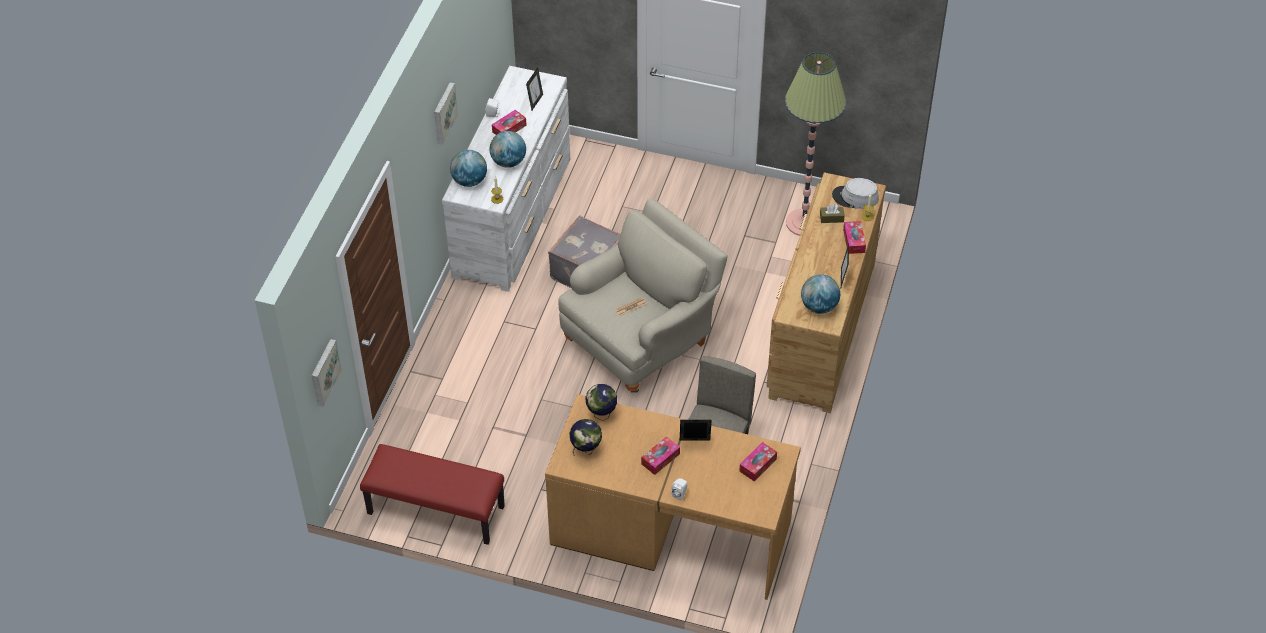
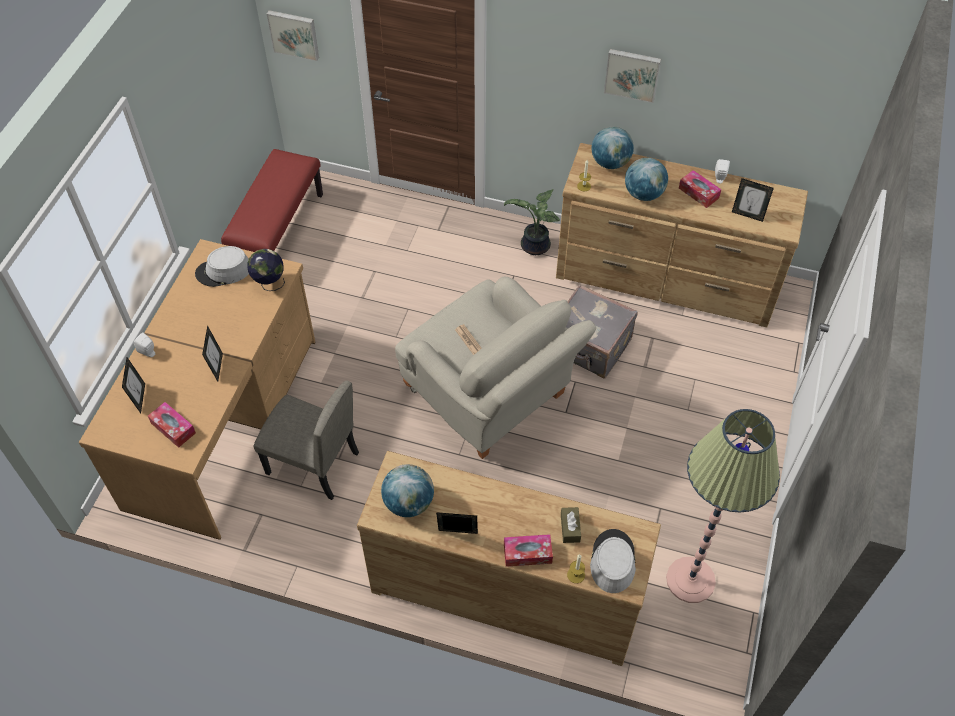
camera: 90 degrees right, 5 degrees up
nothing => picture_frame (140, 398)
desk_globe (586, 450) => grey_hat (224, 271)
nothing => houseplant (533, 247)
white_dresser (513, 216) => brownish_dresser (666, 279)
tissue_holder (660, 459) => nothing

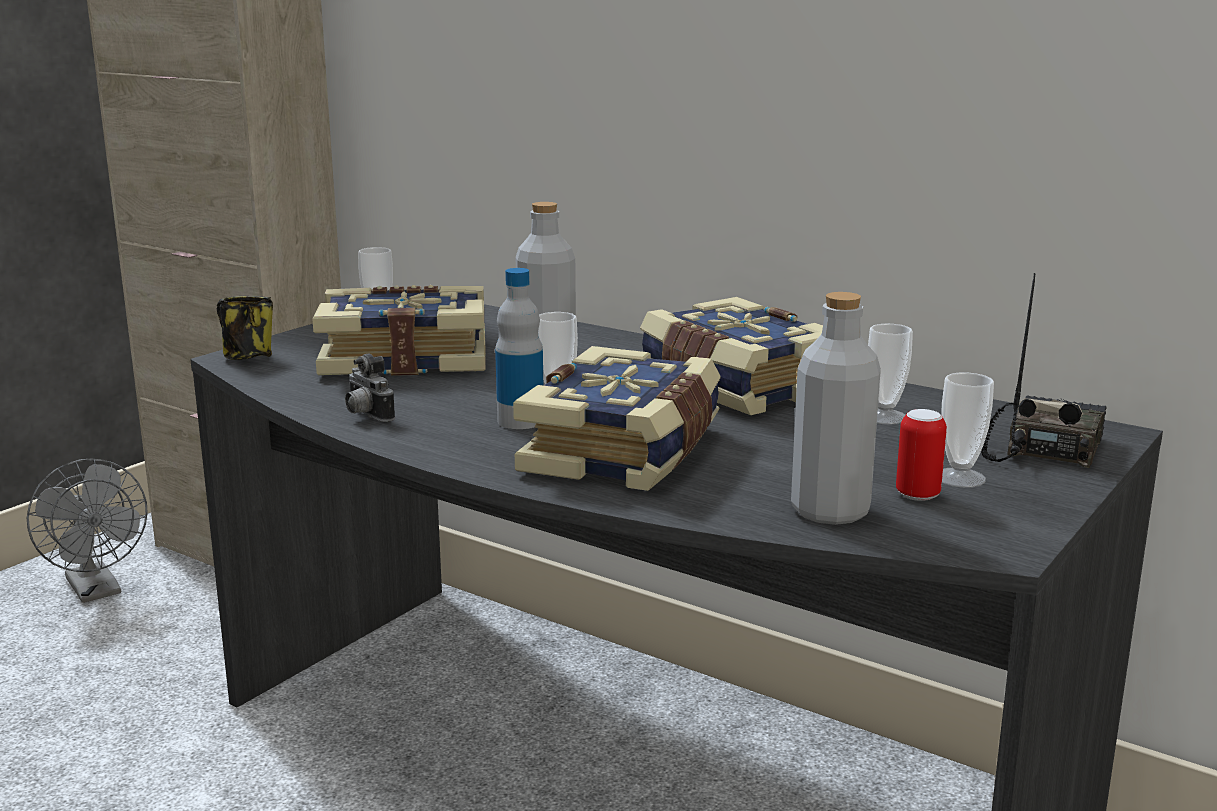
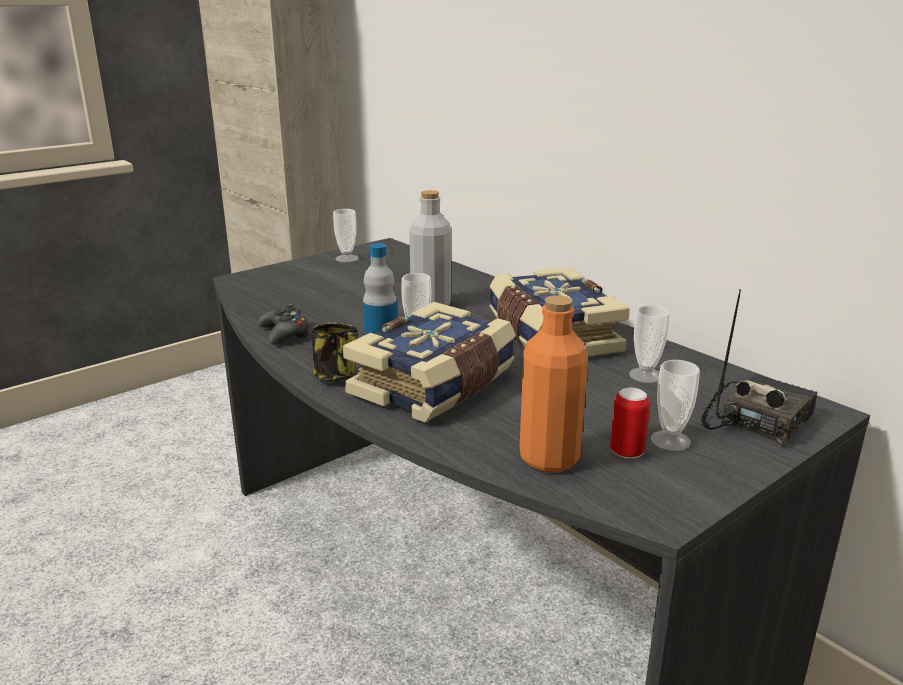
camera: 15 degrees right, 5 degrees up
photo_camera (366, 416) => black_game_controller (285, 334)
tea_mug (245, 358) => tea_mug (333, 376), move
grey_bottle (830, 511) => orange-coloured_bottle (549, 458)
grey_cooling_fan (97, 591) => nothing
volume (405, 358) => nothing

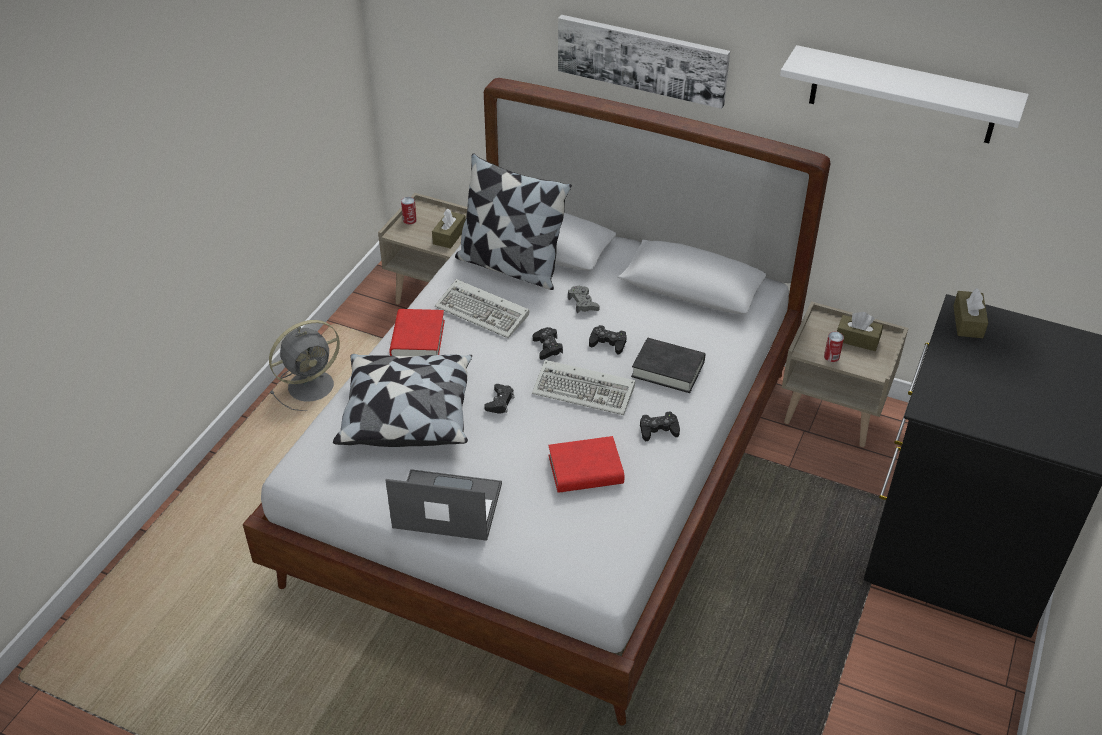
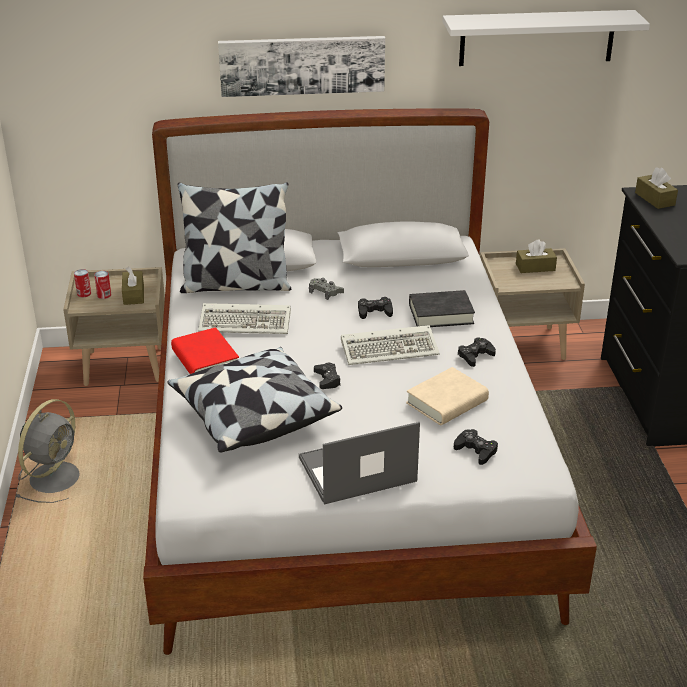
camera: 30 degrees left, 10 degrees down
can (831, 356) => can (104, 295), move
red_volume (585, 470) => sand-coloured_volume (447, 402)
black_game_controller (547, 347) => black_game_controller (476, 451), move

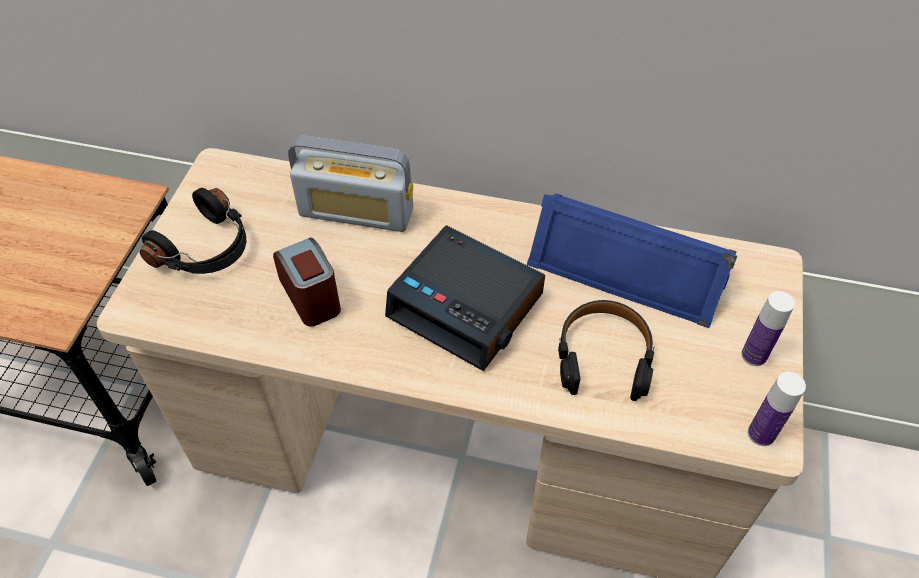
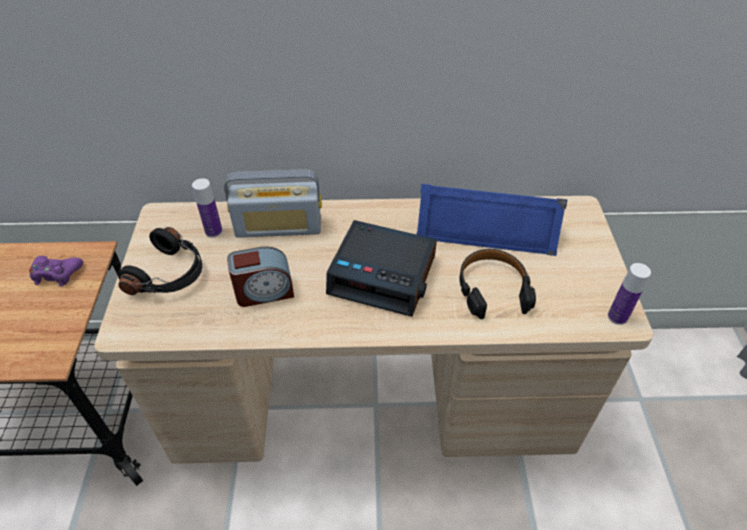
camera: 15 degrees left, 5 degrees down
nothing => purple-coloured_game_controller (56, 274)
bottle (754, 355) => bottle (213, 231), move
bedside_clock (311, 296) => bedside_clock (264, 291), 120 degrees clockwise

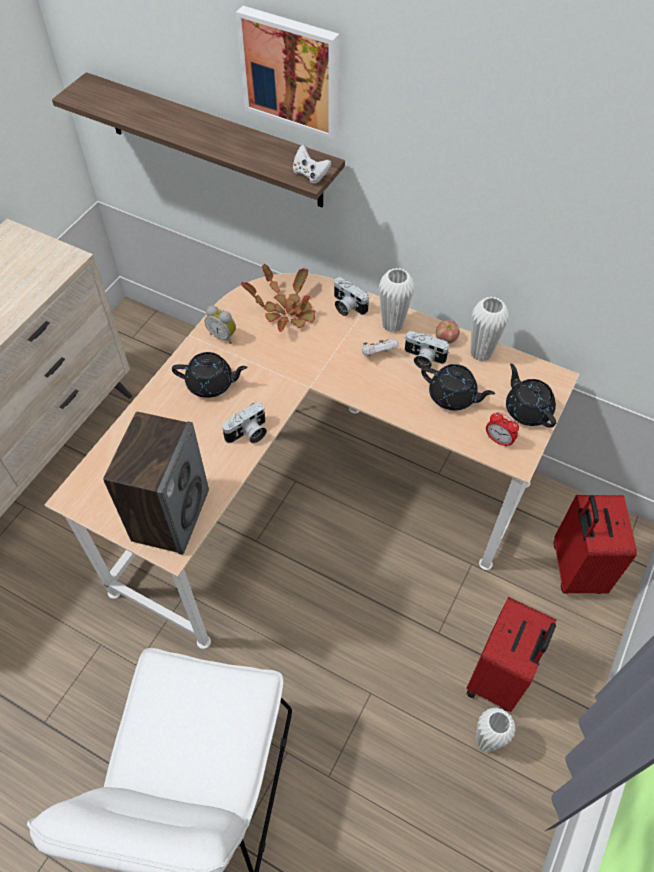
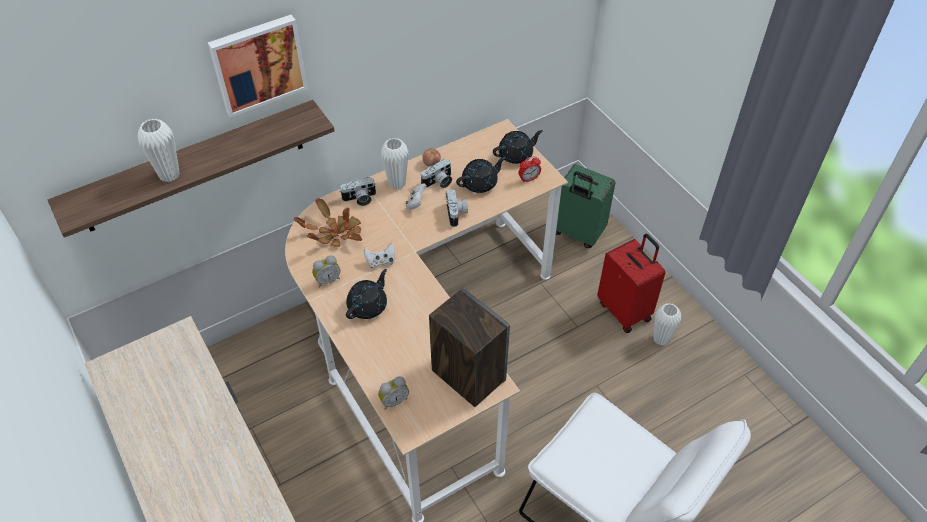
camera: 60 degrees left, 5 degrees down
white_vase (480, 353) => white_vase (169, 175), move
white_game_controller (310, 175) => white_game_controller (381, 261), move
nothing => bedside_clock (393, 400)
photo_camera (248, 434) => photo_camera (457, 213), move
black_tea_pot (527, 409) => black_tea_pot (516, 155), 150 degrees clockwise
red_suitcase (574, 569) => green-coloured_suitcase (578, 233)

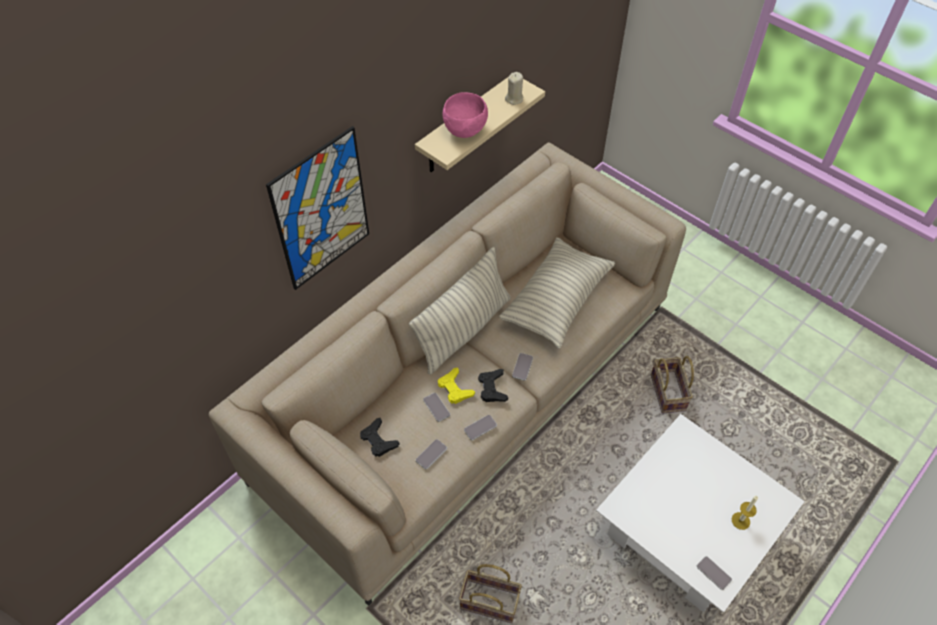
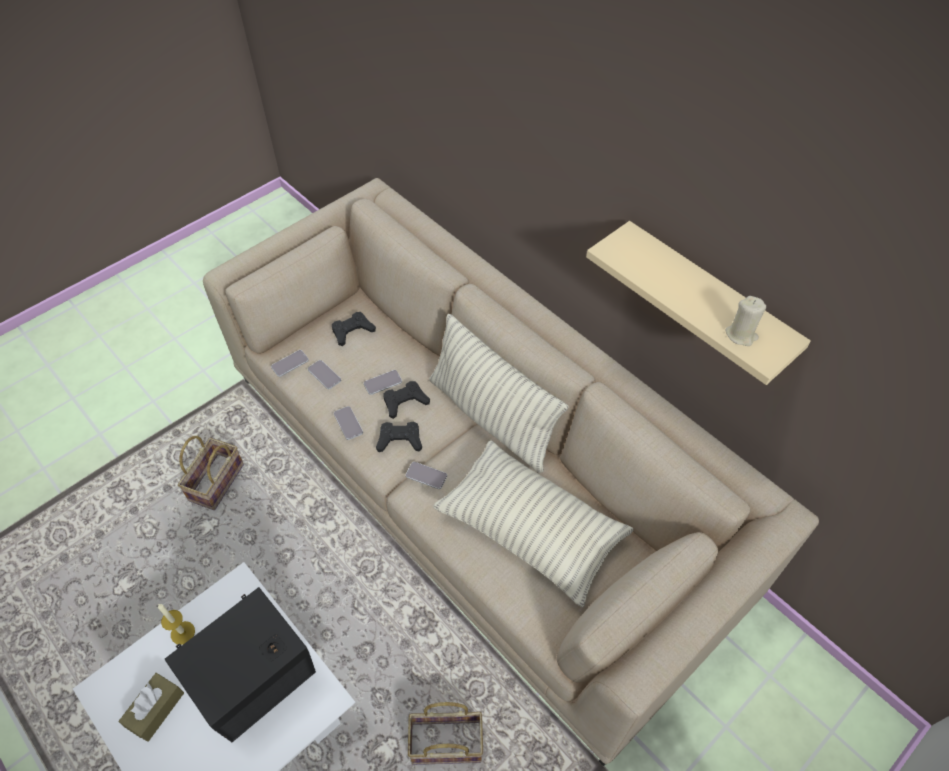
camera: 95 degrees right, 0 degrees up
nothing => brownish_tissue_holder (155, 710)
candle (740, 520) => candle (182, 633), move
nothing => black_speaker (263, 686)
phone (713, 573) => phone (290, 363), move
yellow-coloured_game_controller (455, 389) => black_game_controller (405, 401)
picture (321, 210) => nothing
pinkish_serving_bowl (465, 130) => nothing

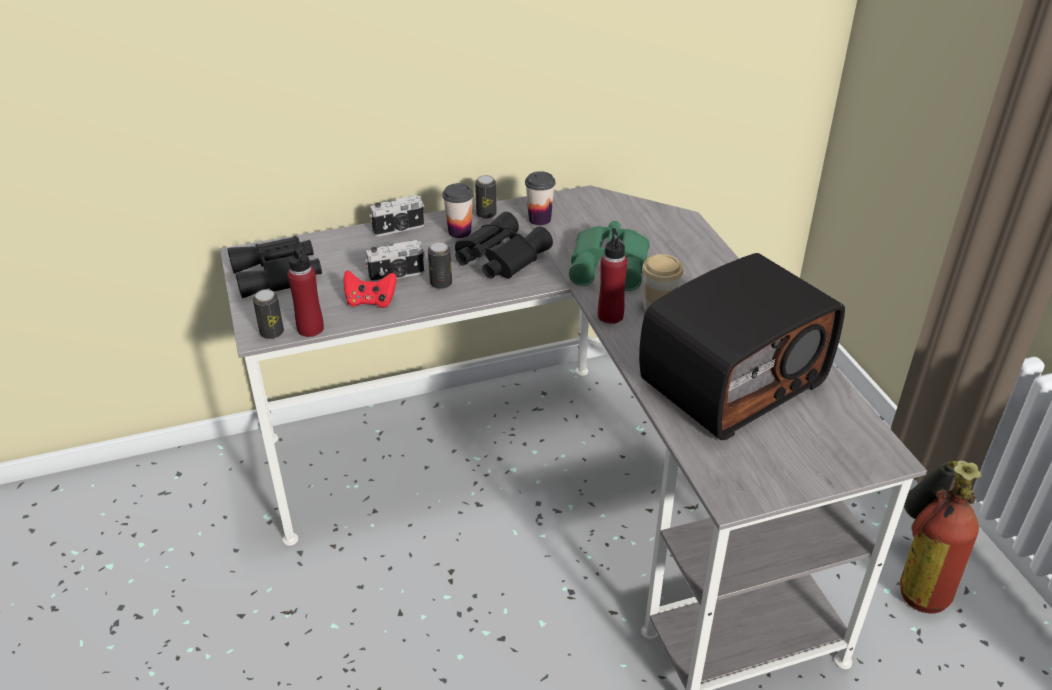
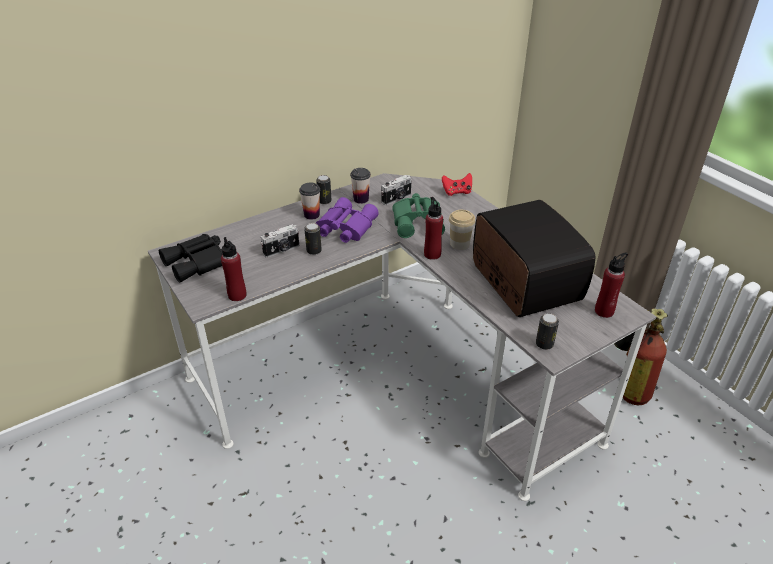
camera: 15 degrees left, 0 degrees up
black_binoculars (498, 257) => purple-coloured_binoculars (344, 227)
photo_camera (399, 229) => photo_camera (397, 199), move
red_game_controller (370, 301) => red_game_controller (457, 192), move
radio_receiver (731, 380) => radio_receiver (523, 282), 60 degrees counterclockwise
can (272, 333) => can (544, 344), move
nothing => red_bottle (604, 311)

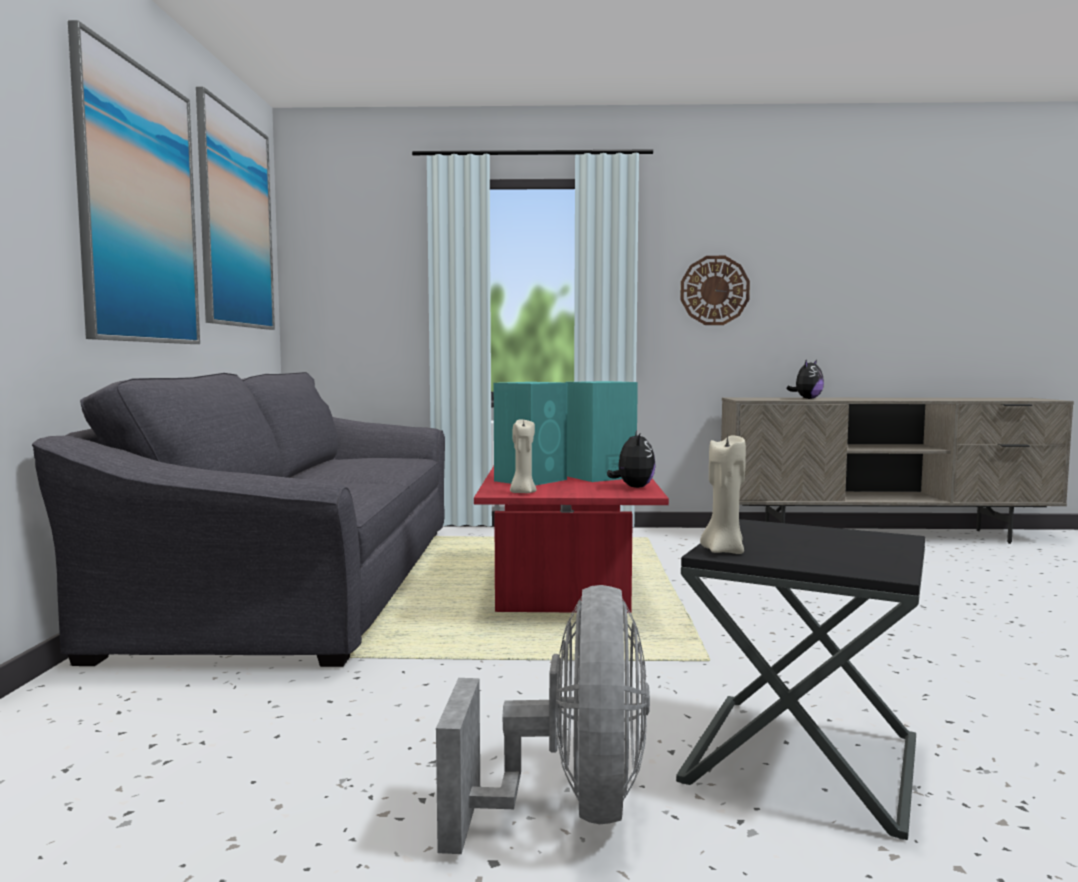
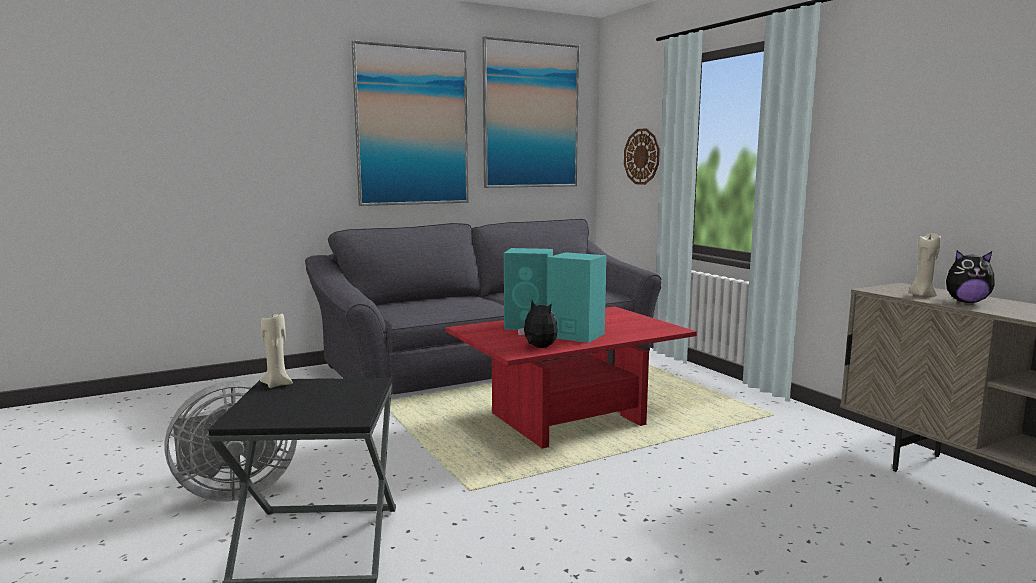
camera: 60 degrees right, 5 degrees up
soft_toy (633, 487) => soft_toy (538, 348), 105 degrees counterclockwise
clock_on_the_wall (714, 290) => clock_on_the_wall (642, 156), move
sand-coloured_candle (522, 492) => sand-coloured_candle (922, 295), move

